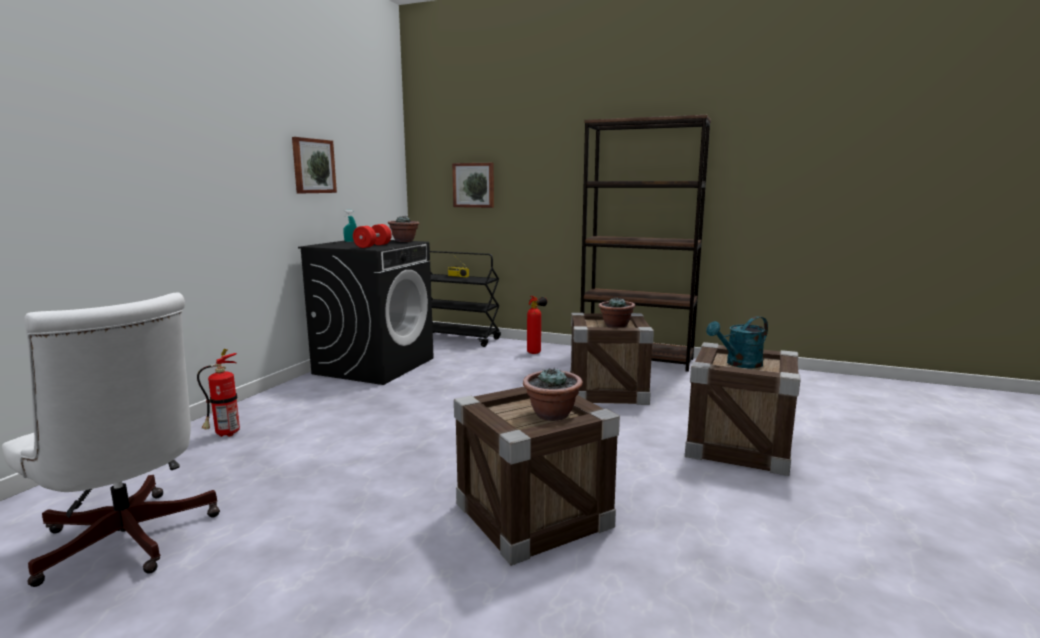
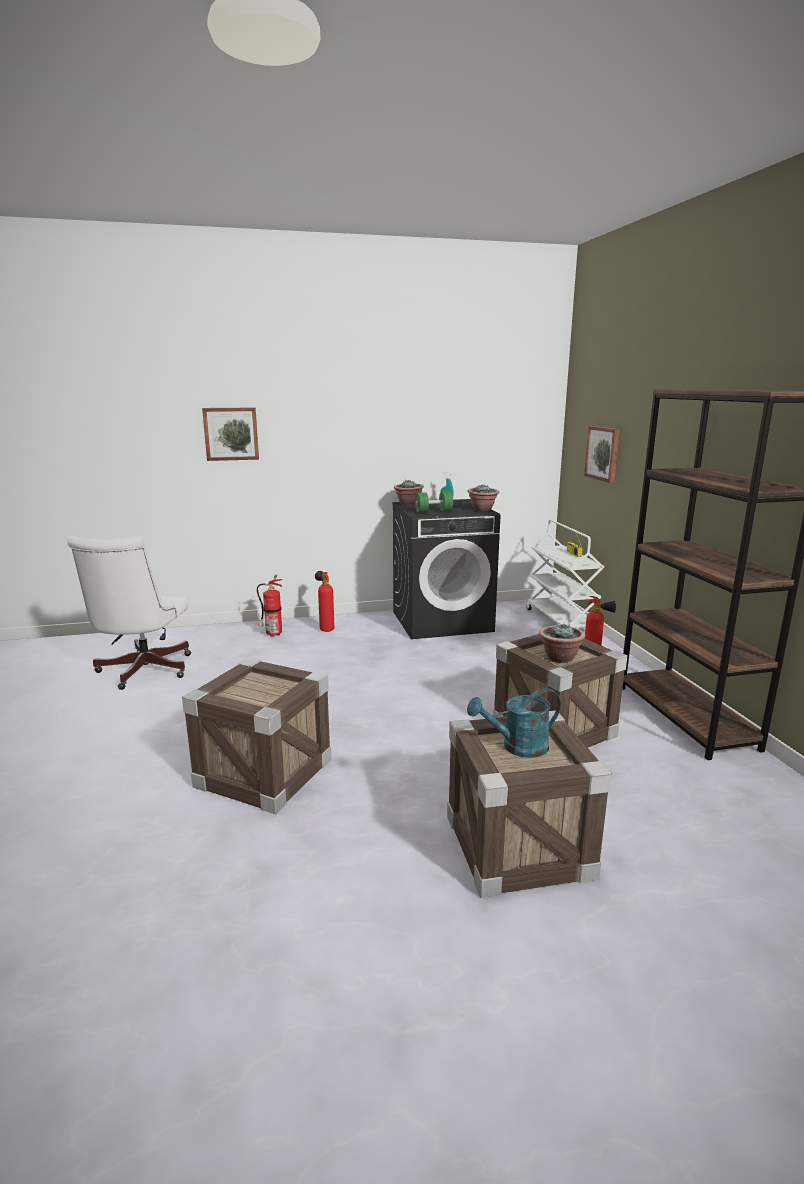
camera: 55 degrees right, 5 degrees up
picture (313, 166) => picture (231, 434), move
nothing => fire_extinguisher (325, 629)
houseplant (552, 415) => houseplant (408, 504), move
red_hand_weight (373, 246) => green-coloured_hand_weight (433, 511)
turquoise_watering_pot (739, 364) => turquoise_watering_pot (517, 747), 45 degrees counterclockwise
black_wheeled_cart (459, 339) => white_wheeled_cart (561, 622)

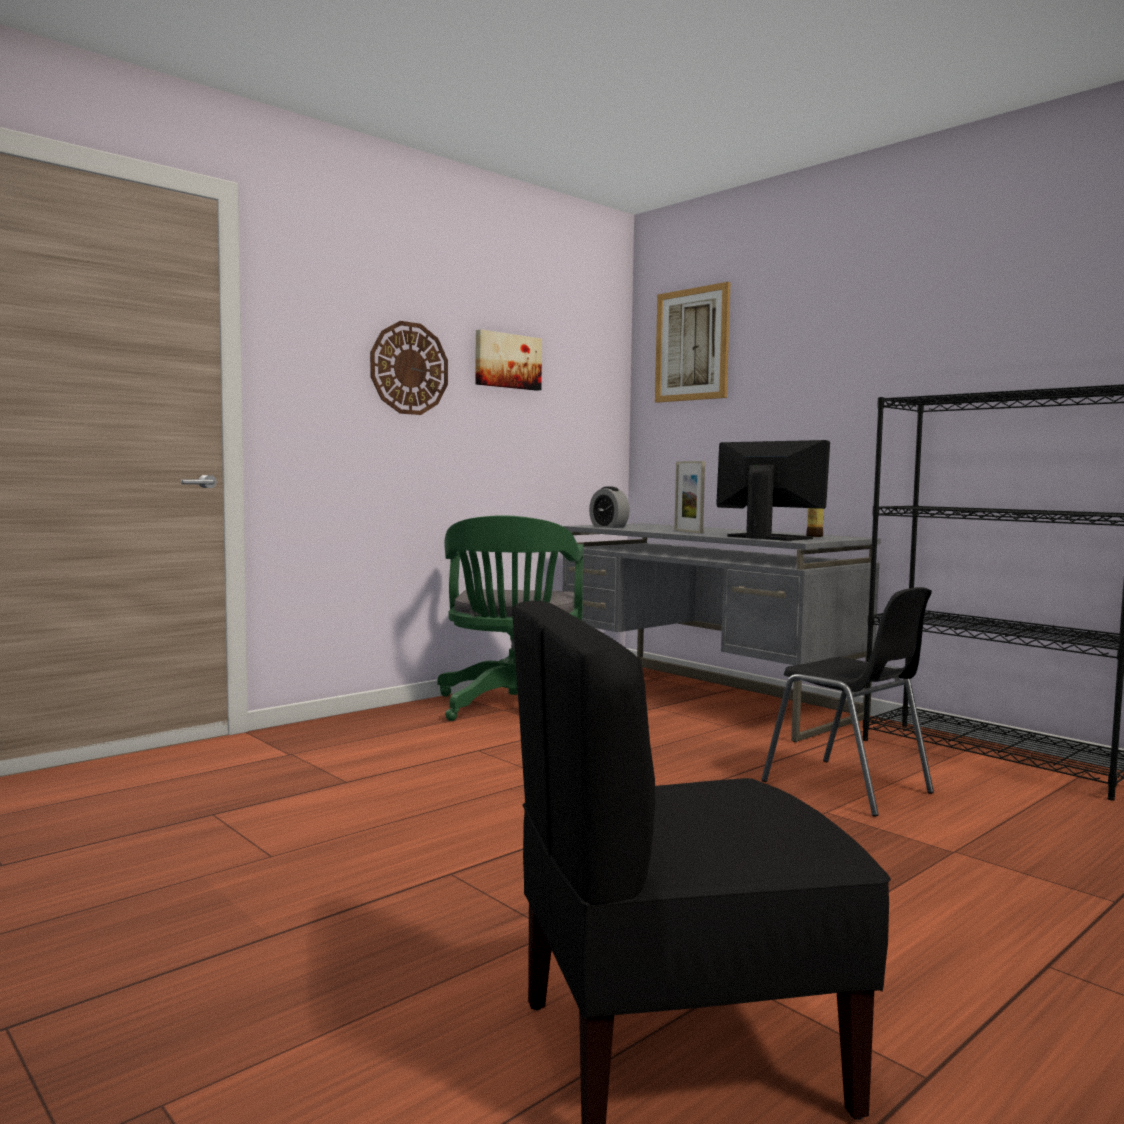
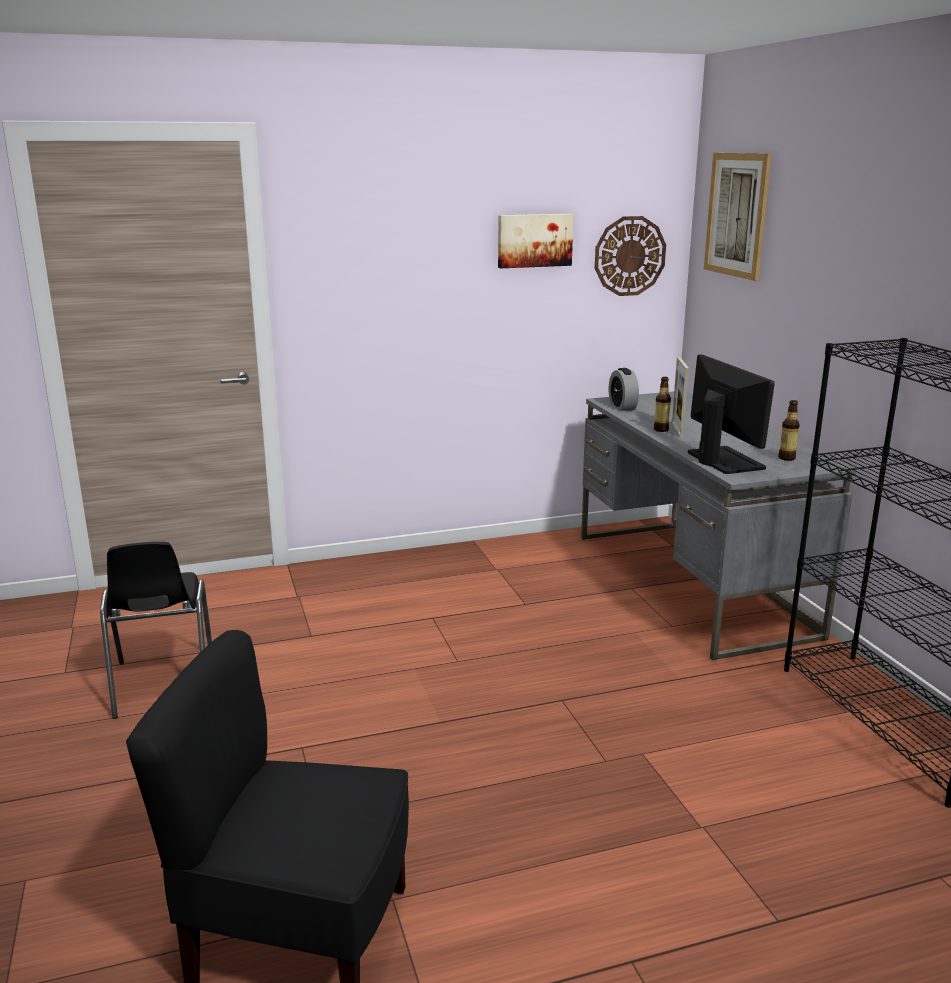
camera: 25 degrees right, 15 degrees up
black_plain_chair (848, 787) => black_plain_chair (163, 684), move
clock_on_the_wall (409, 368) => clock_on_the_wall (629, 256), move
nothing => bottle (661, 430)
green-coloured_office_chair (512, 708) => nothing

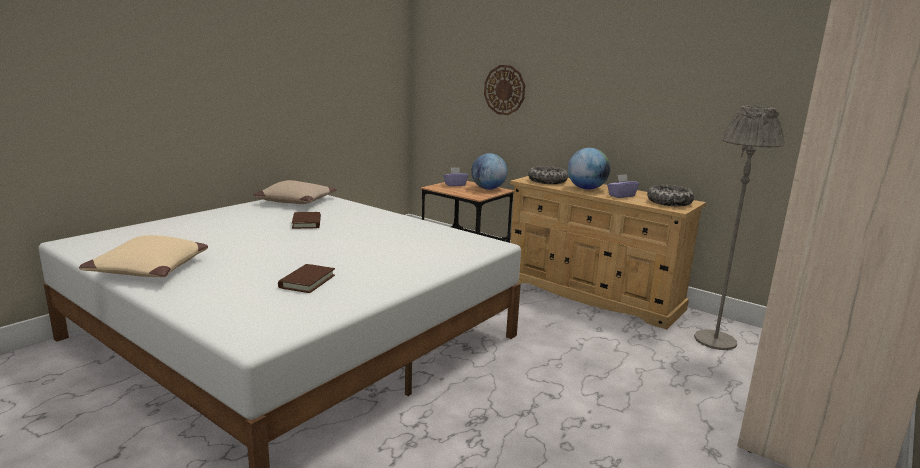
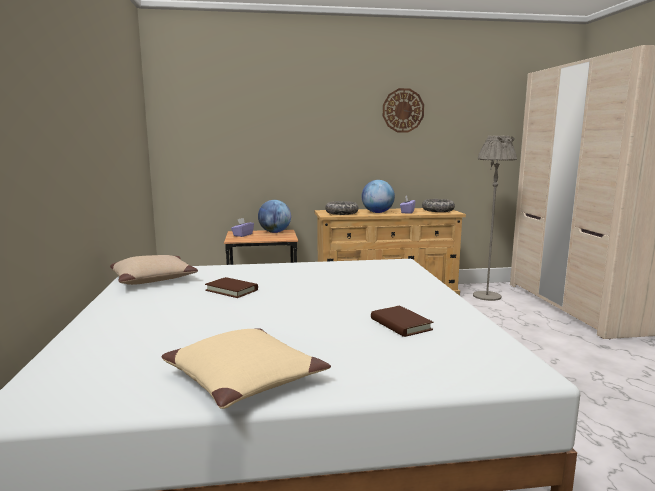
camera: 45 degrees left, 5 degrees down
clock_on_the_wall (504, 90) => clock_on_the_wall (403, 110), move

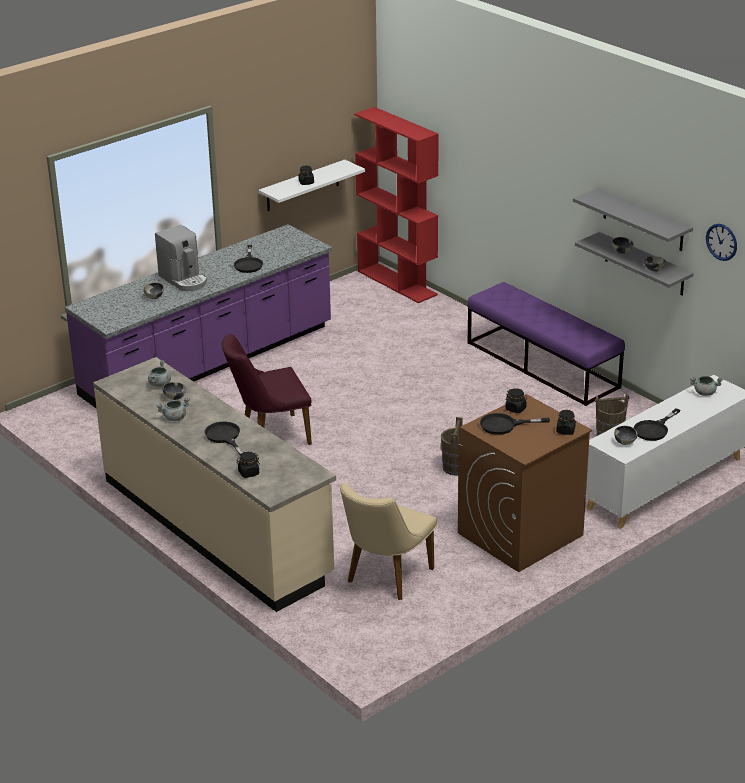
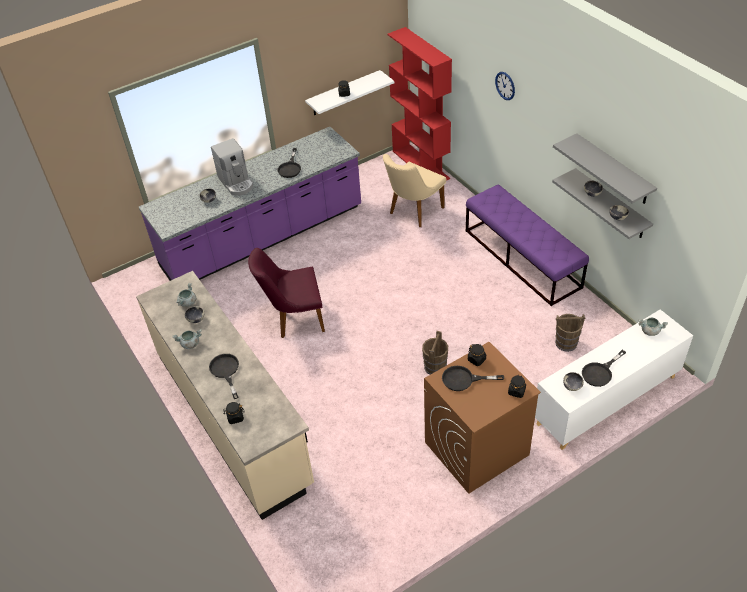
camera: 10 degrees right, 15 degrees up
sand-coloured_plain_chair (384, 578) => sand-coloured_plain_chair (412, 212), move
clock_on_the_wall (721, 242) => clock_on_the_wall (505, 85), move

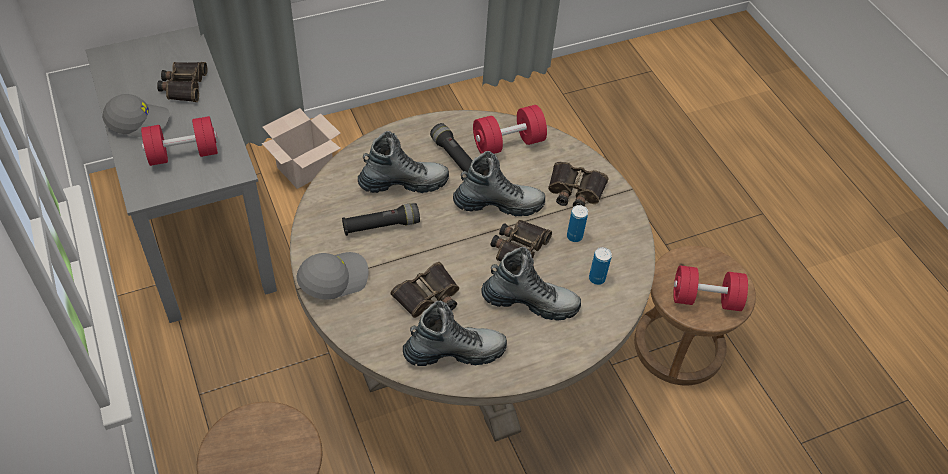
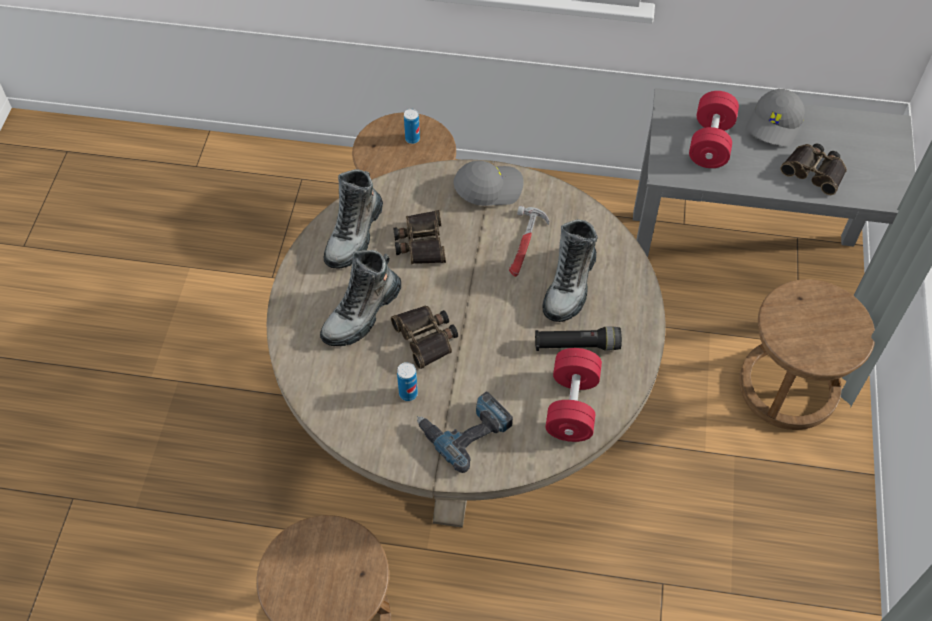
camera: 125 degrees right, 5 degrees up
can (596, 278) => can (412, 139), move
binoculars (574, 191) => drill (465, 430)
grey_baseball_cap (333, 278) => grey_baseball_cap (488, 187), 105 degrees counterclockwise
black_torch (381, 226) => hand_hammer (525, 244)
cardboard_box (305, 167) => brownish_stool_seat (788, 387)
high-top_boot (498, 204) => nothing
red_hand_weight (705, 299) => nothing

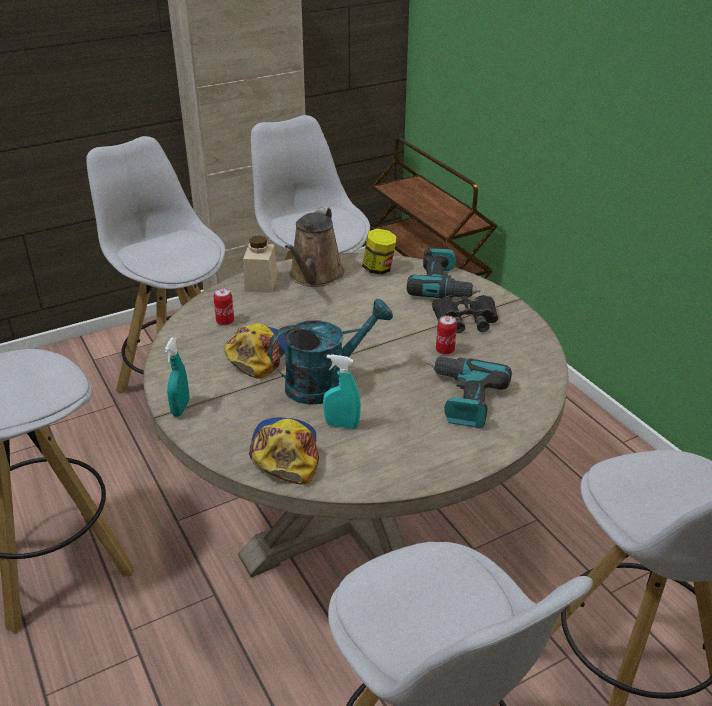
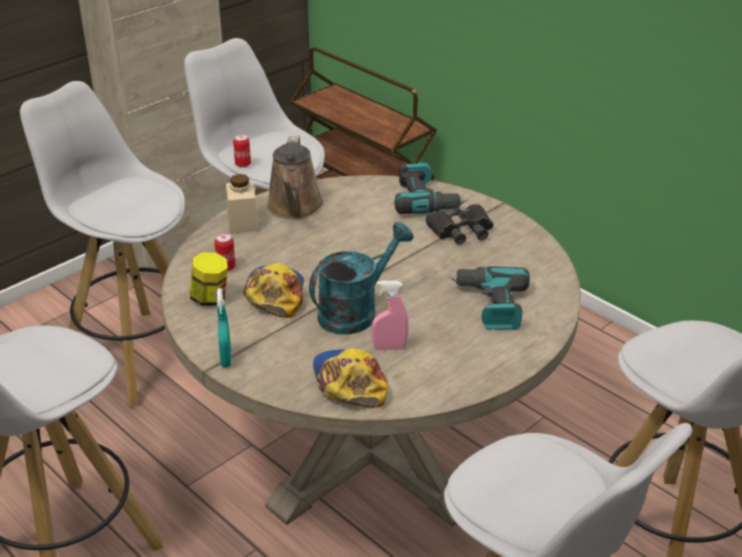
camera: 15 degrees left, 0 degrees up
jar (378, 269) => jar (210, 298), move
can (445, 350) => can (243, 164), move
turquoise_hand_sprayer (342, 425) => pinkish_hand_sprayer (389, 348)

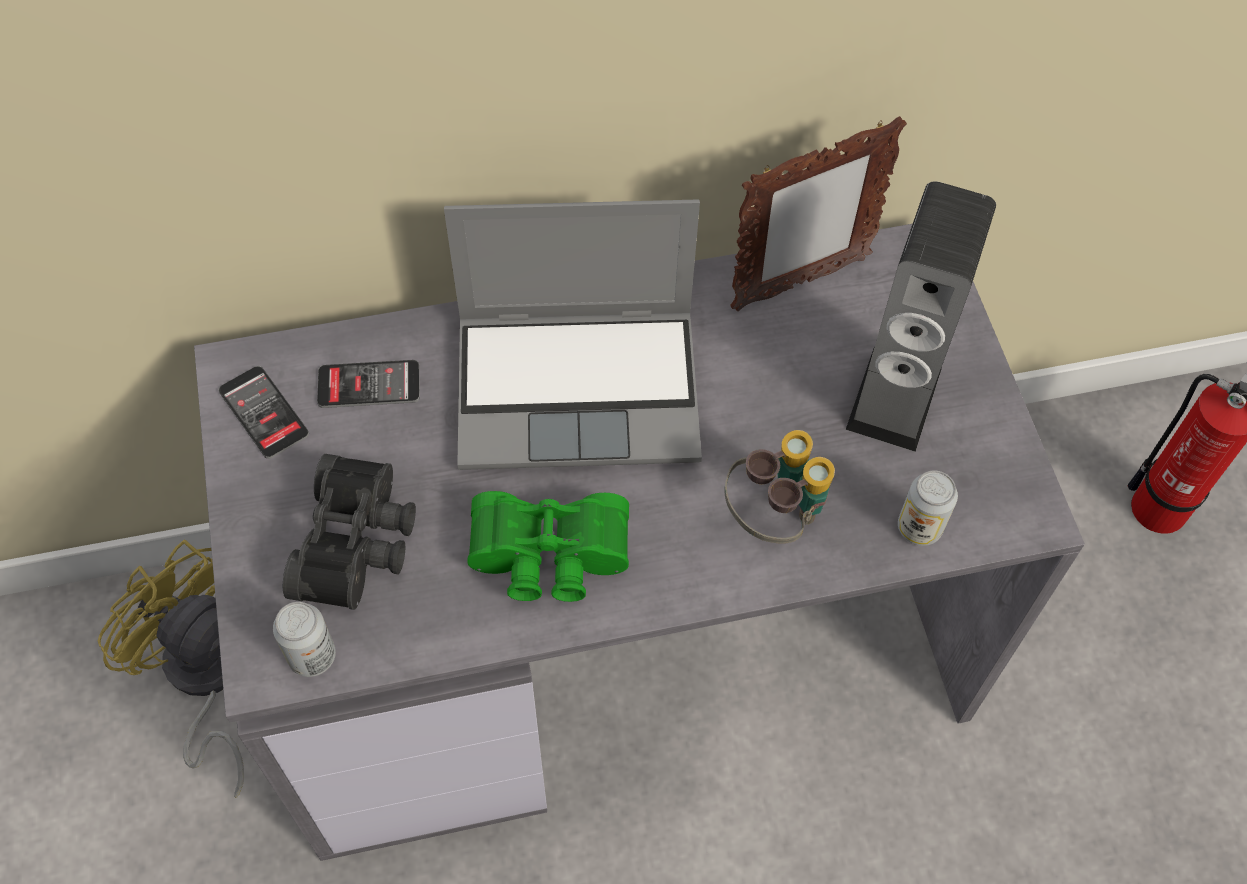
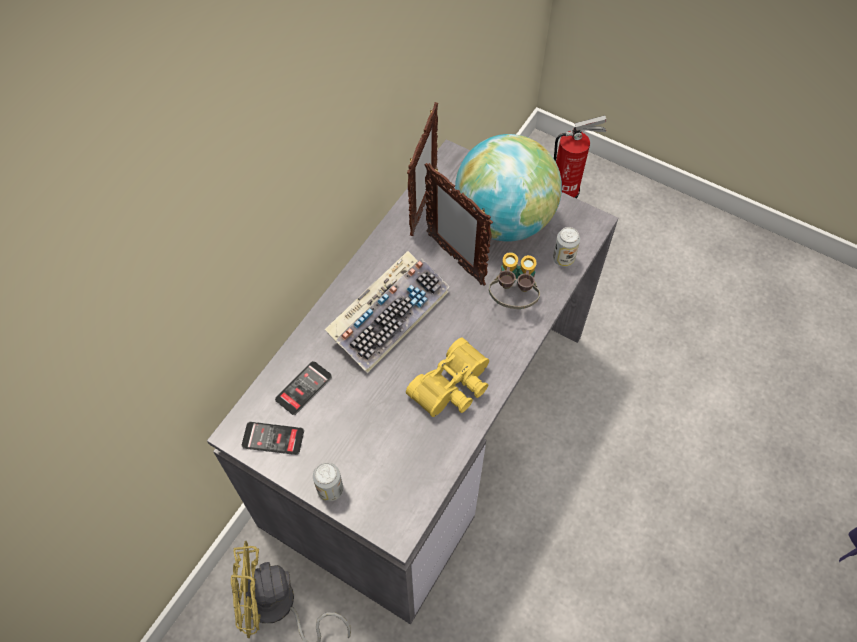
camera: 45 degrees left, 0 degrees up
can (312, 656) => can (330, 490), move
portable_computer (581, 388) => PC_keyboard (389, 315)
green-coloured_binoculars (549, 559) => yellow-coloured_binoculars (454, 387)
nothing => picture_frame (455, 258)
speaker (894, 398) => desk_globe (503, 220)
black_binoculars (359, 543) => nothing

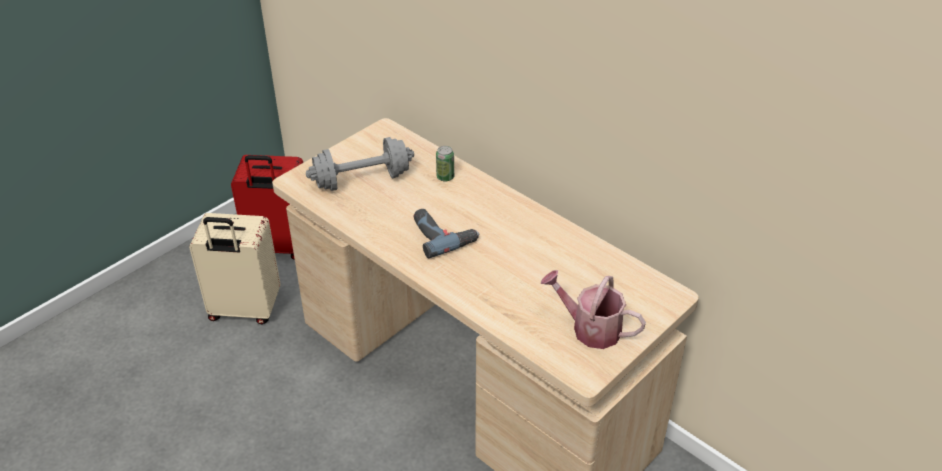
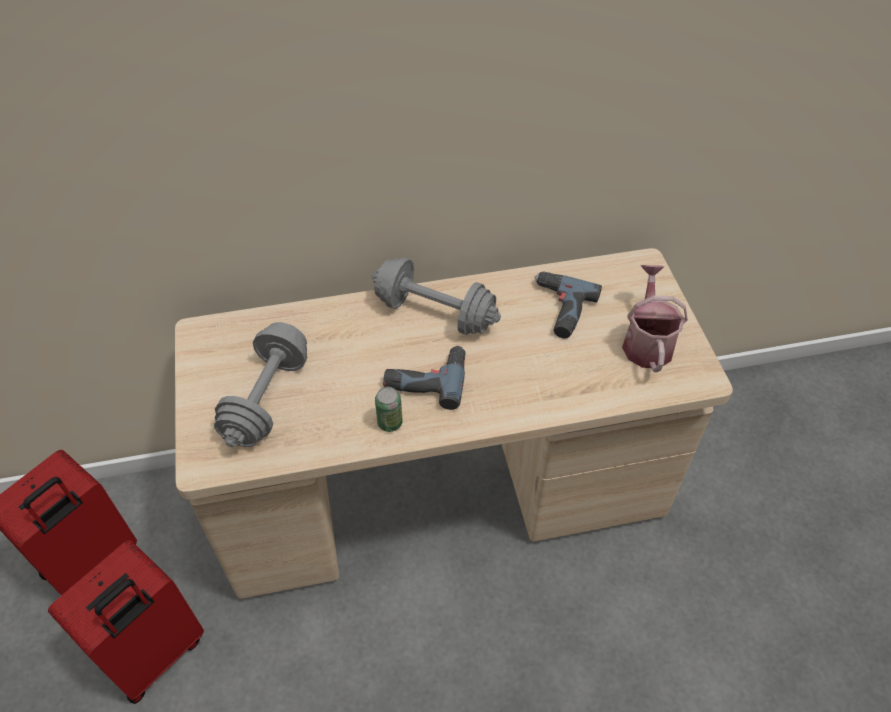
camera: 55 degrees left, 10 degrees up
sand-coloured_suitcase (244, 310) => red_suitcase (155, 654)
nothing => grey_hand_weight (435, 313)
can (445, 177) => can (390, 423), move
nothing => drill (558, 309)
watering_pot (590, 328) => watering_pot (647, 341), 120 degrees clockwise

